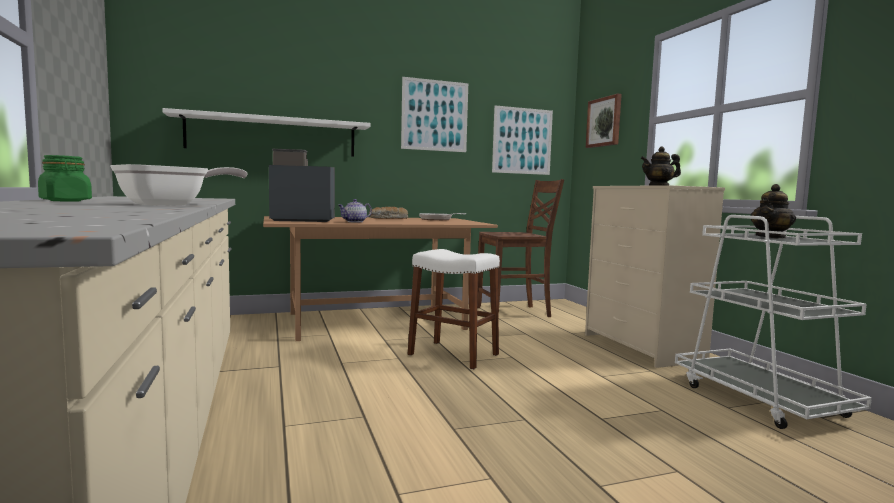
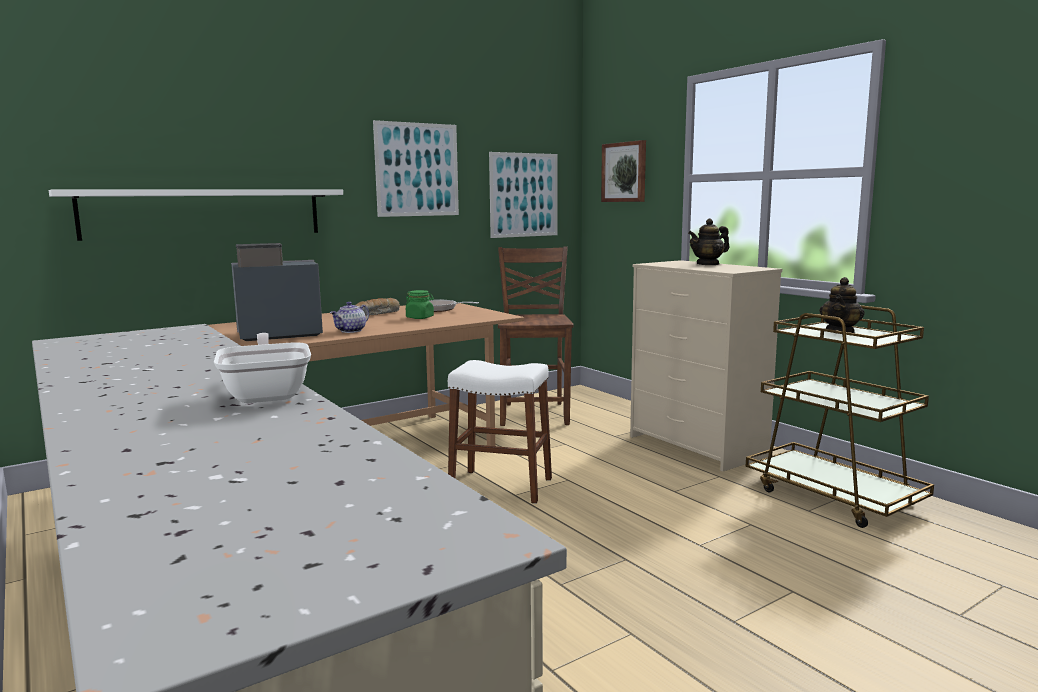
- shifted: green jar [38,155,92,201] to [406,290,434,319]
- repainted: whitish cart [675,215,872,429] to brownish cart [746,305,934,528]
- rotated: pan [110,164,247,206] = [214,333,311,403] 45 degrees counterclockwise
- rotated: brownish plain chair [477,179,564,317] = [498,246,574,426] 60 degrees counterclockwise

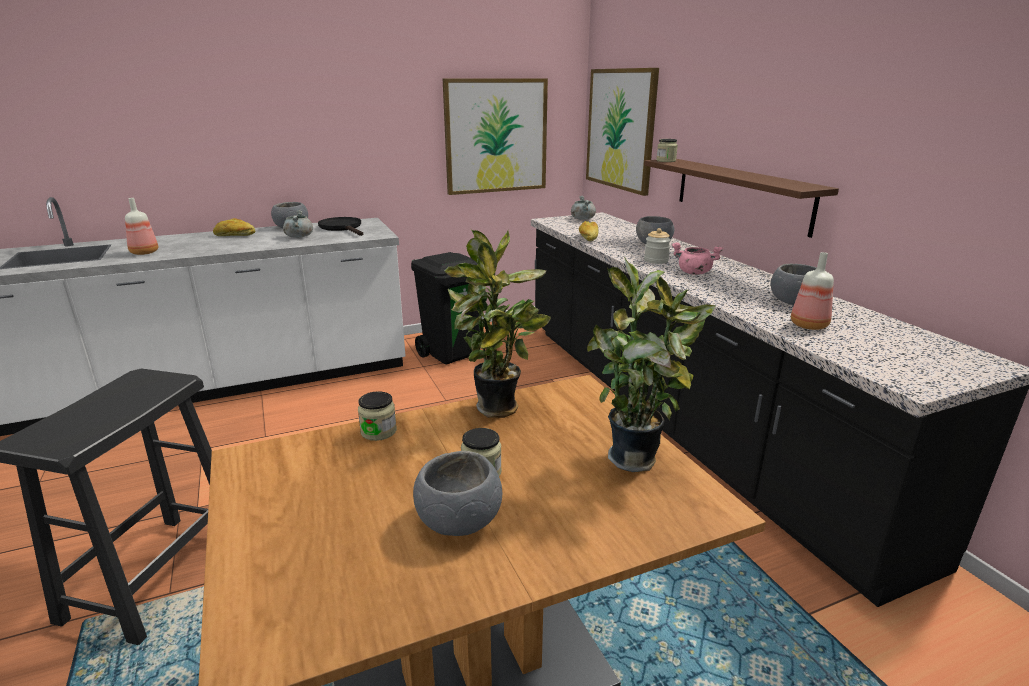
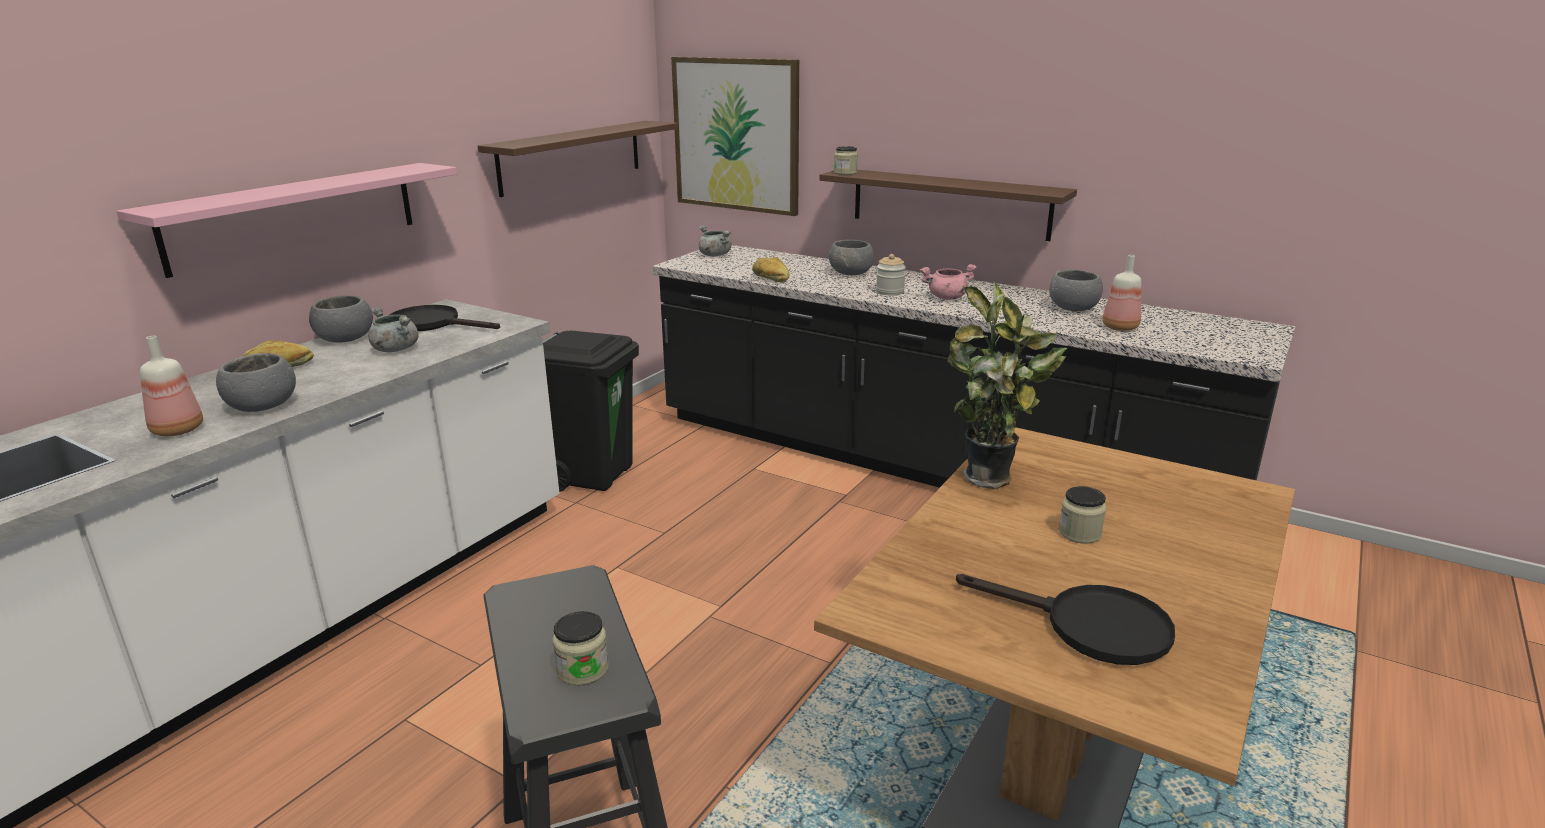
- gone: houseplant [587,257,716,472]
- new: pinkish bracket shelf [116,163,457,278]
- new: black-coloured pan [956,574,1175,665]
- shifted: jar [358,391,397,441] to [553,611,609,686]
- shifted: grey bowl [413,451,502,536] to [216,353,296,412]
- swapped: wall picture [443,78,548,195] to brownish bracket shelf [478,121,678,197]

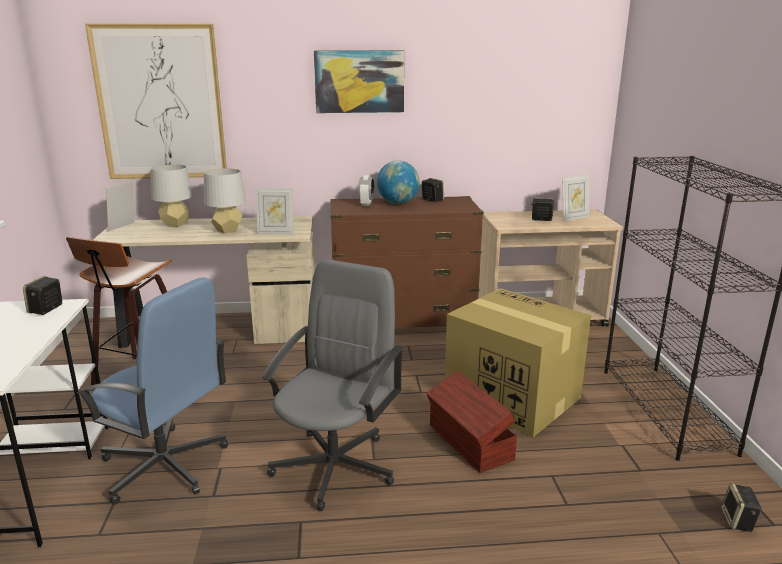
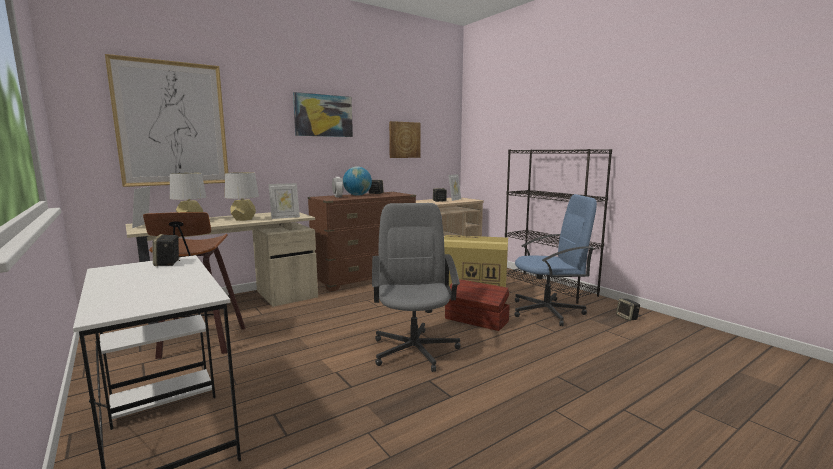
- new: wall picture [389,121,421,158]
- shifted: bluish office chair [76,277,228,505] to [515,194,597,326]

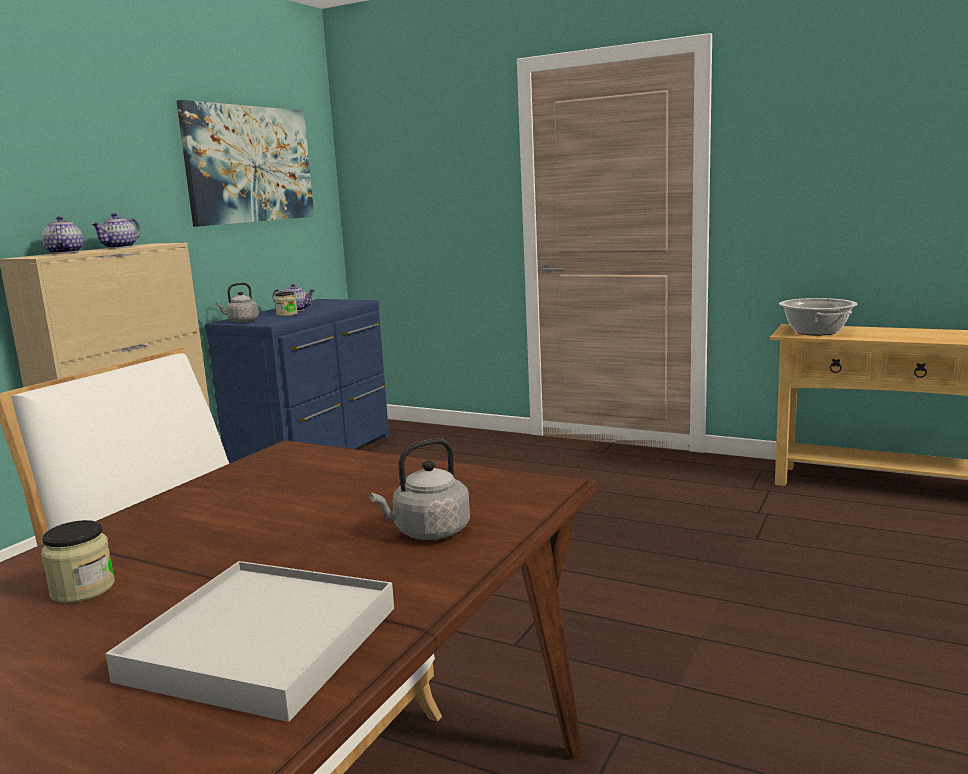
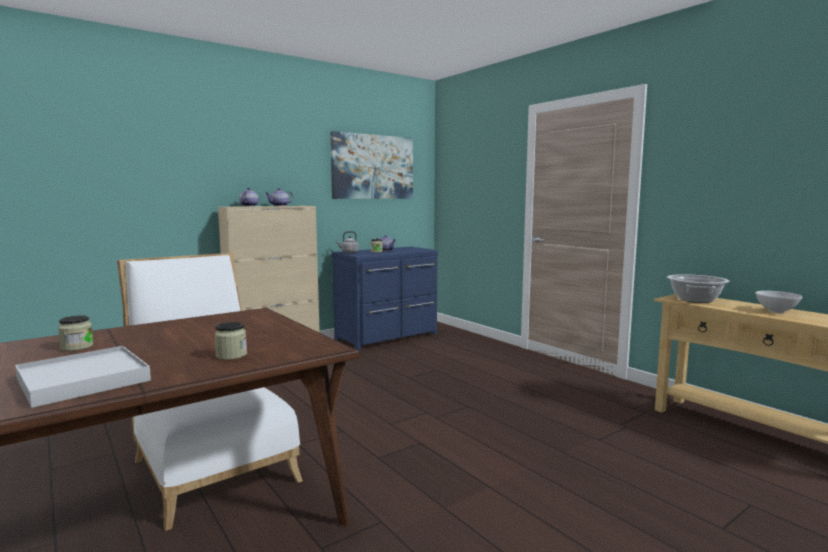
- new: whitish bowl [755,291,802,313]
- swapped: grey water kettle [369,438,470,540] to jar [214,322,247,360]

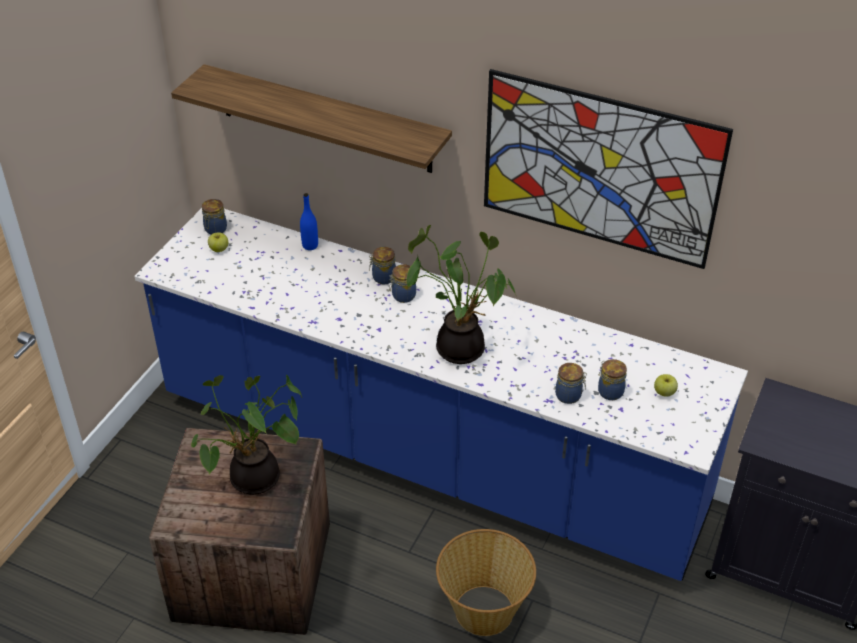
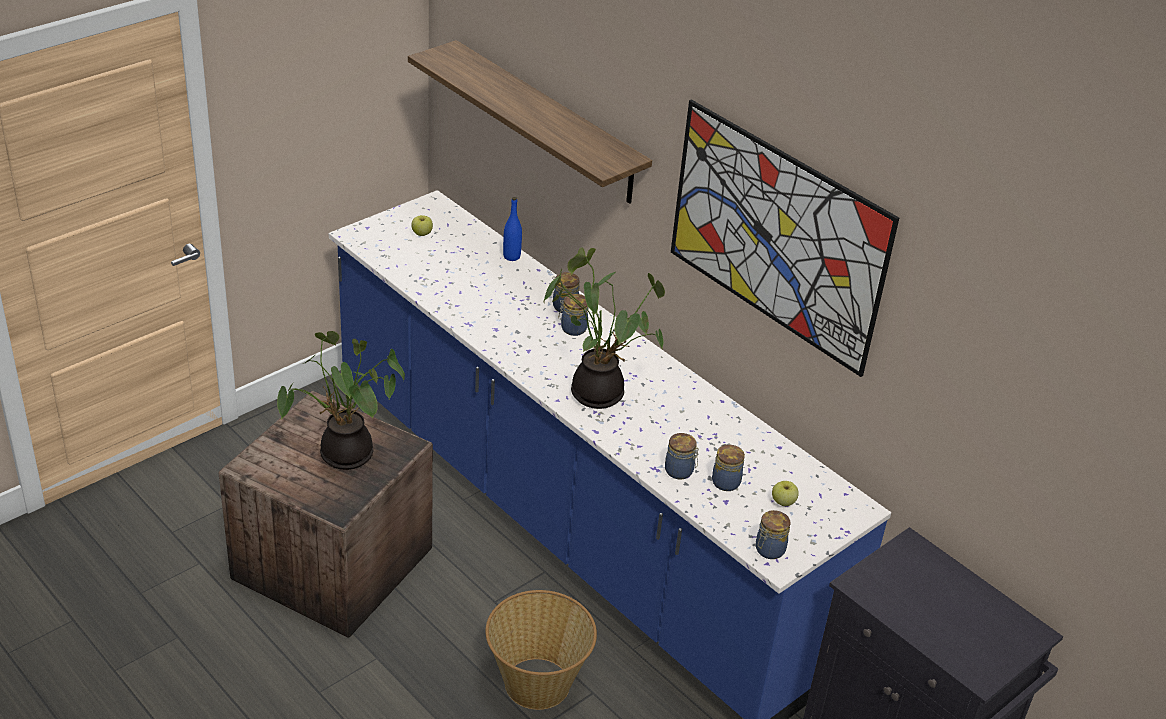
- shifted: jar [202,199,227,235] to [756,510,790,559]

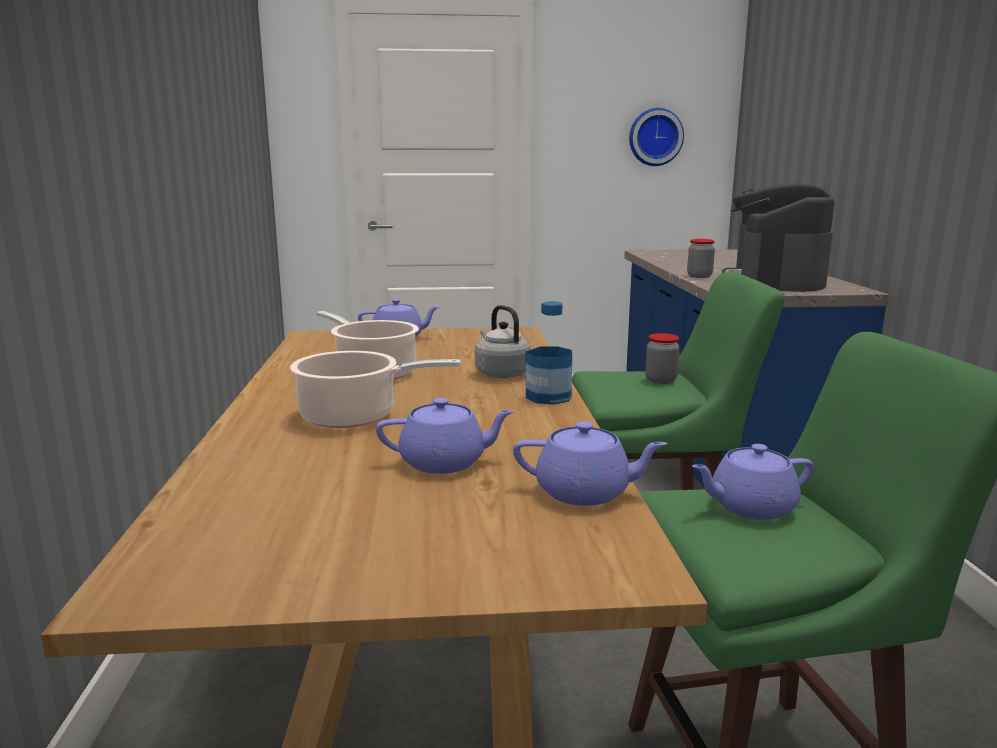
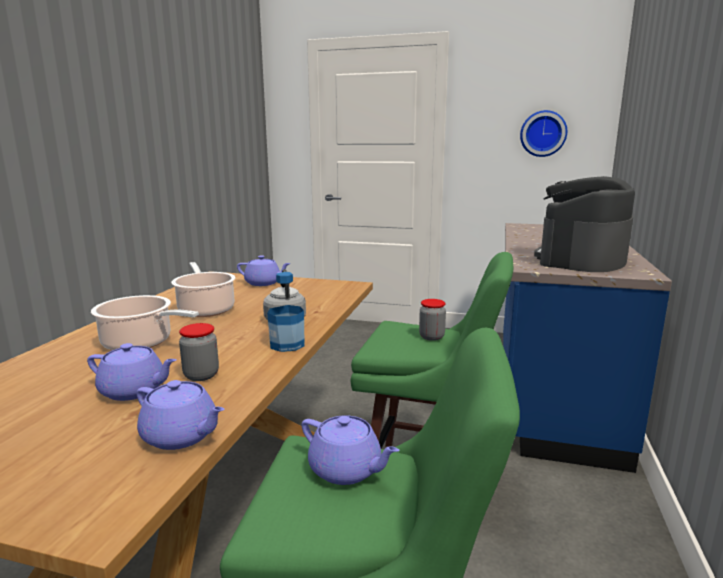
- shifted: jar [687,239,715,278] to [179,323,219,381]
- rotated: purplish teapot [692,444,814,520] = [302,415,399,485] 150 degrees counterclockwise

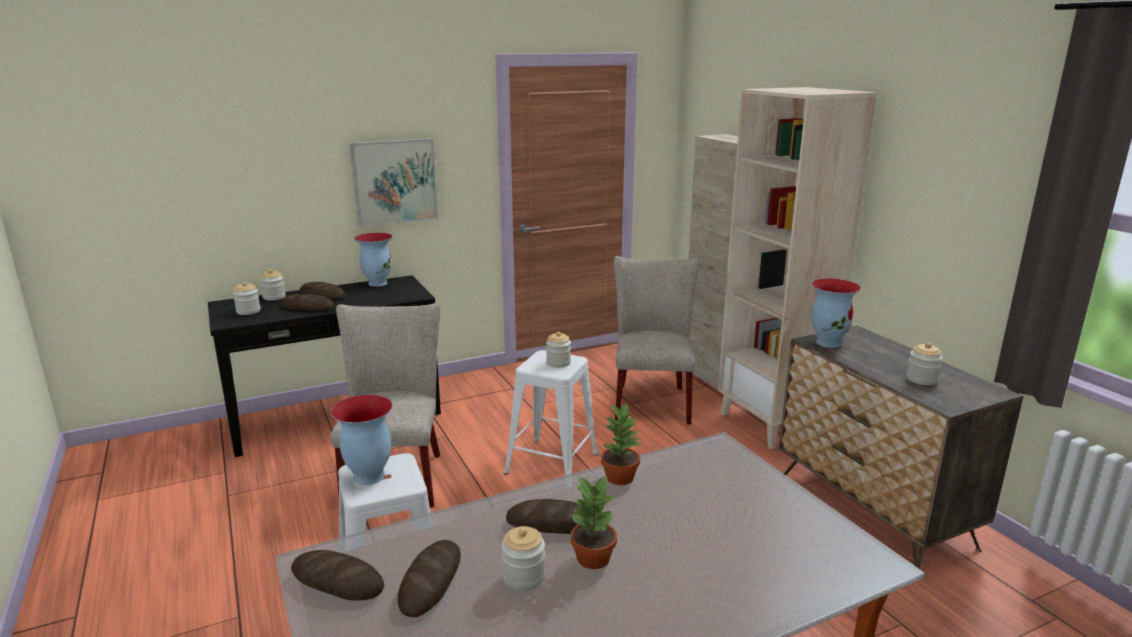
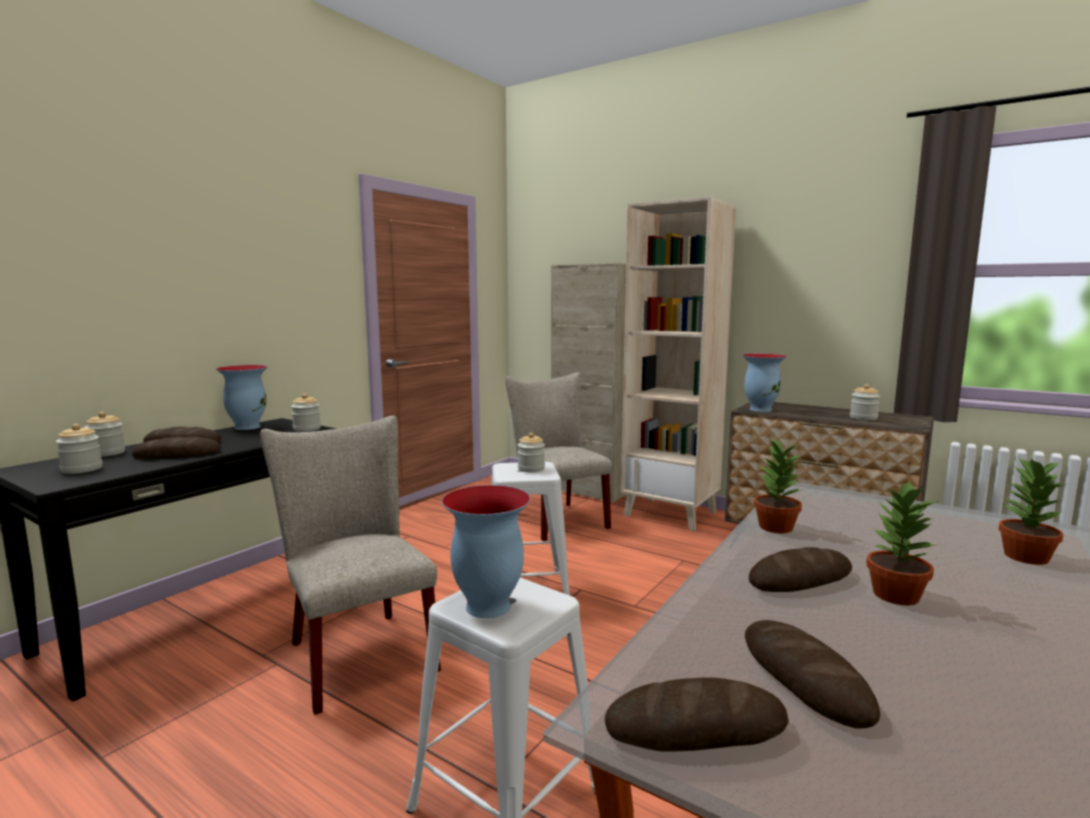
- gone: wall picture [350,138,439,227]
- new: houseplant [999,457,1069,565]
- shifted: jar [501,526,545,591] to [291,394,321,432]

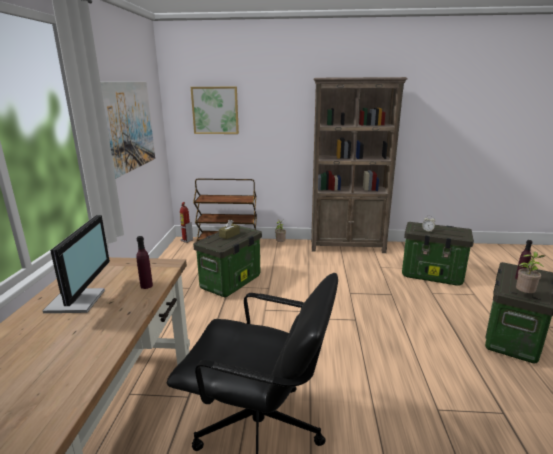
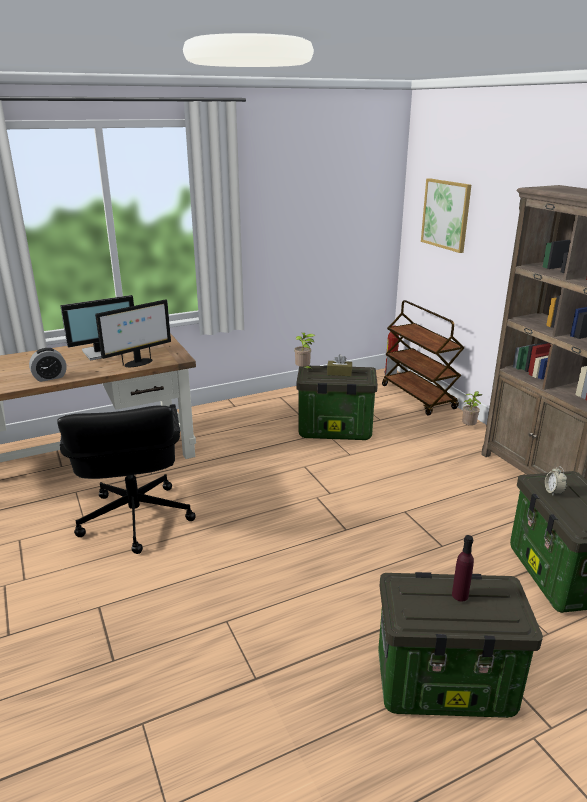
- gone: wall picture [100,82,155,179]
- new: table clock [29,348,67,382]
- shifted: houseplant [516,252,545,293] to [294,333,315,368]
- swapped: purplish drink bottle [136,236,153,289] to computer display [95,299,171,367]

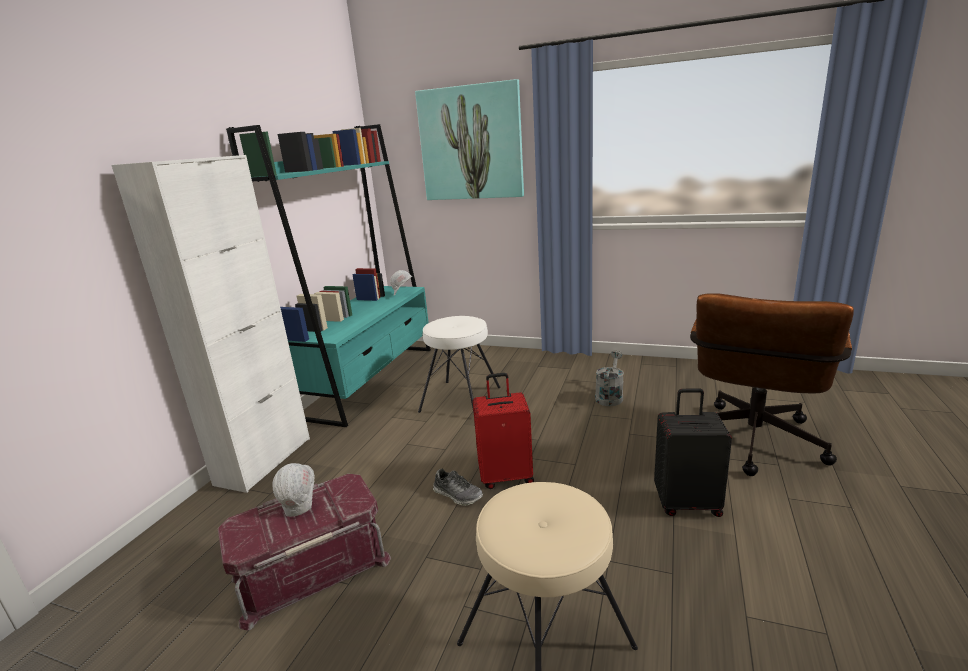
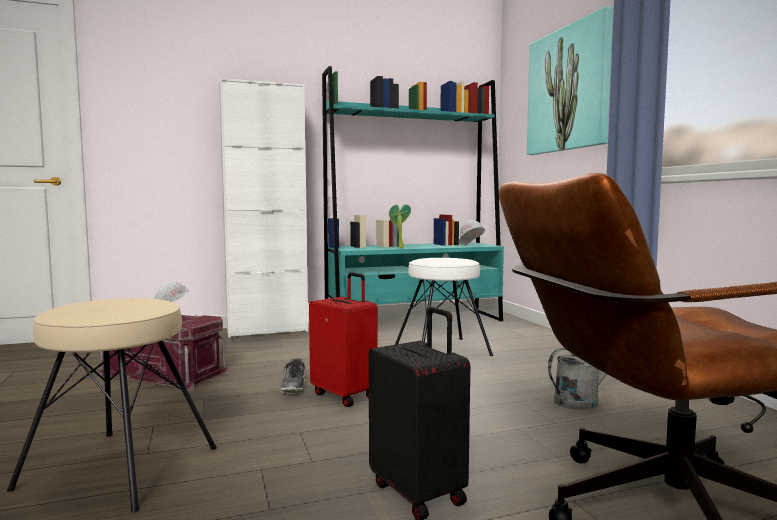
- new: houseplant [389,204,411,248]

